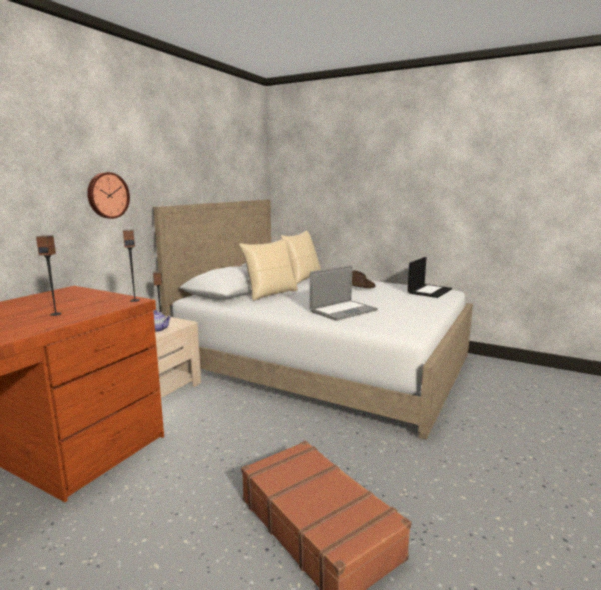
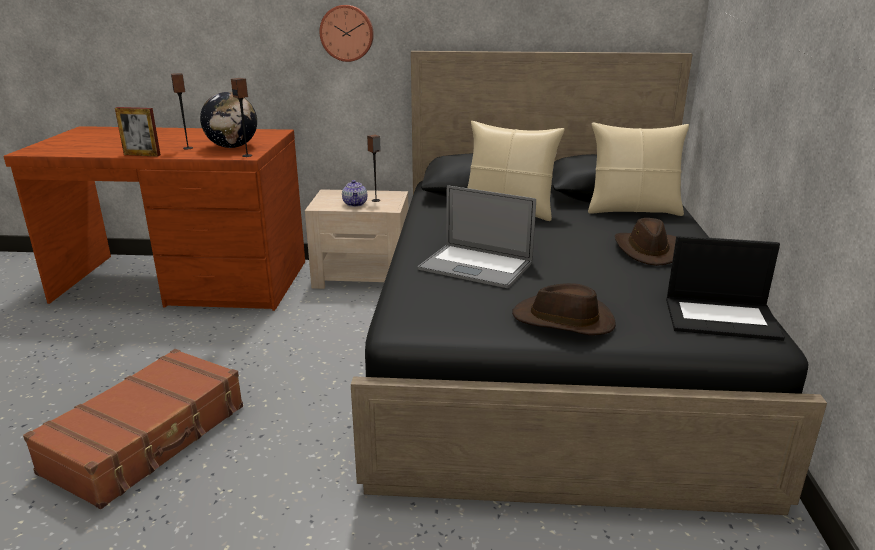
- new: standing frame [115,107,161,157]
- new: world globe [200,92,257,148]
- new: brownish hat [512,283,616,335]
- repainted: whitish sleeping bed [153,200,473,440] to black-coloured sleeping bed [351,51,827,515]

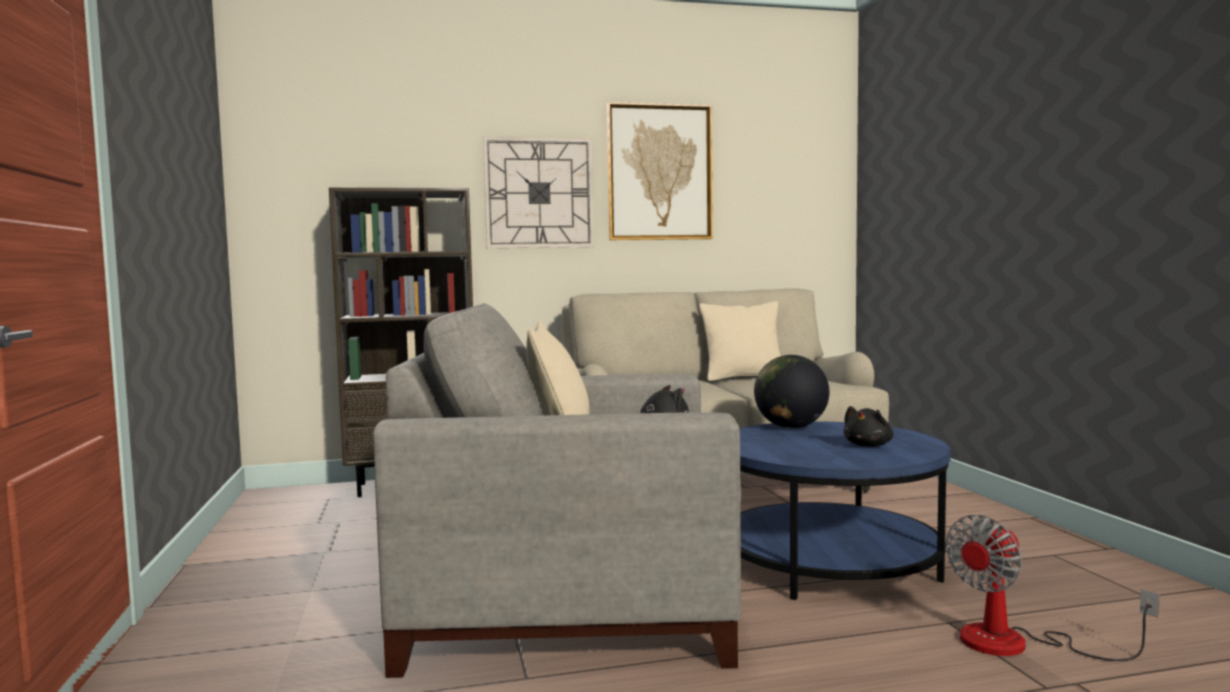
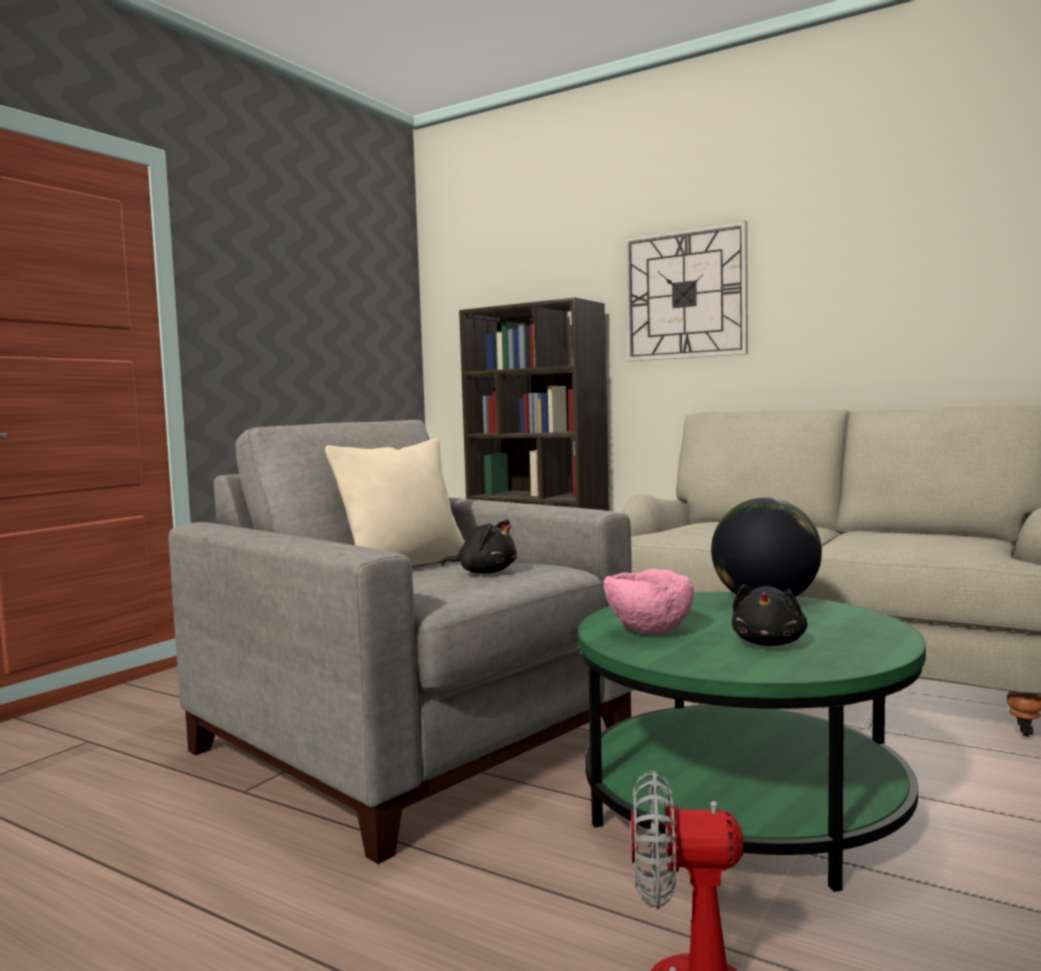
- gone: wall picture [607,102,713,240]
- gone: beige-coloured cushion [699,301,781,381]
- new: pinkish bowl [603,569,694,634]
- repainted: bluish low table [739,421,951,600] to green low table [578,592,926,892]
- rotated: black-coloured plush toy [844,406,893,447] = [732,584,807,646] 60 degrees counterclockwise

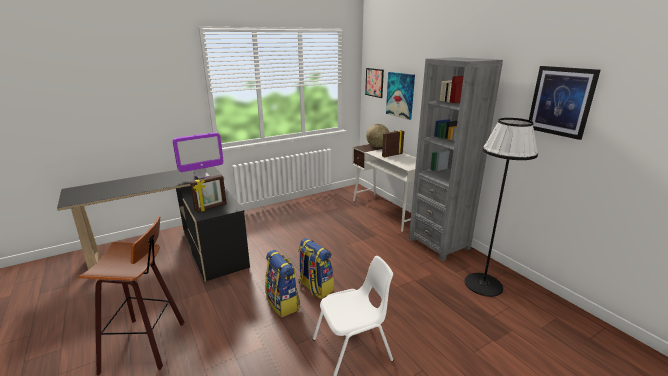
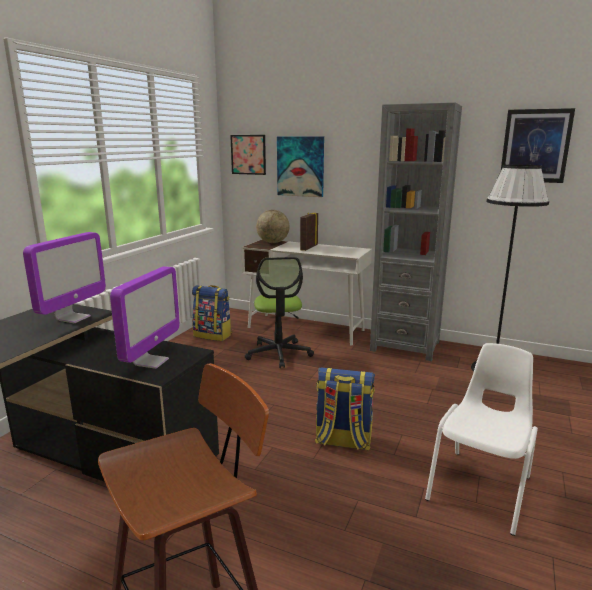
- new: office chair [245,257,314,368]
- shifted: rucksack [265,250,300,317] to [192,285,232,341]
- swapped: standing frame [190,175,227,212] to computer display [110,266,180,369]

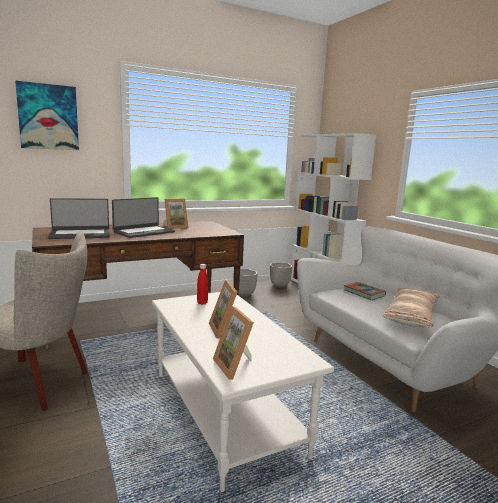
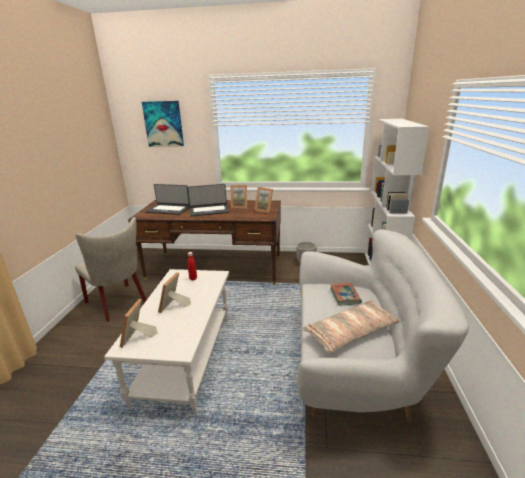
- gone: plant pot [270,262,292,287]
- new: standing frame [254,187,273,213]

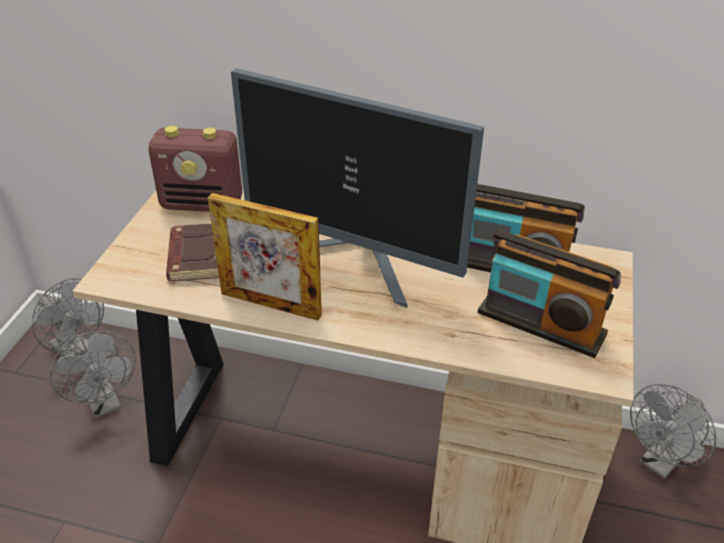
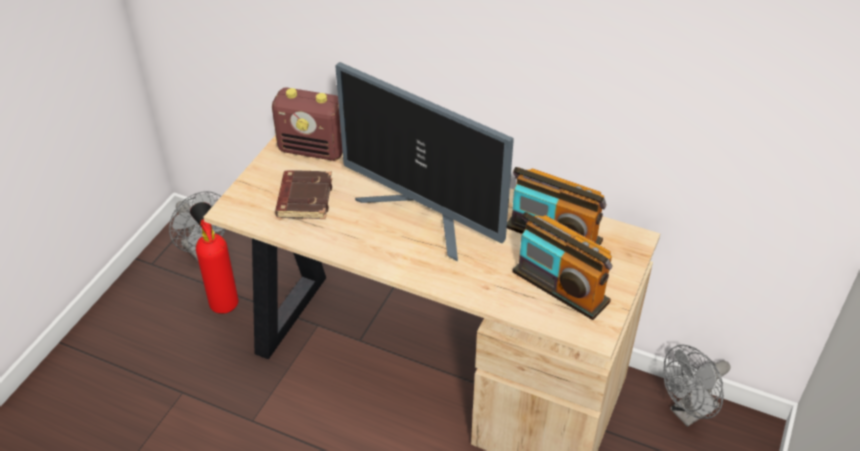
- gone: standing frame [208,193,322,320]
- swapped: grey cooling fan [50,331,136,418] to extinguisher [190,202,238,314]

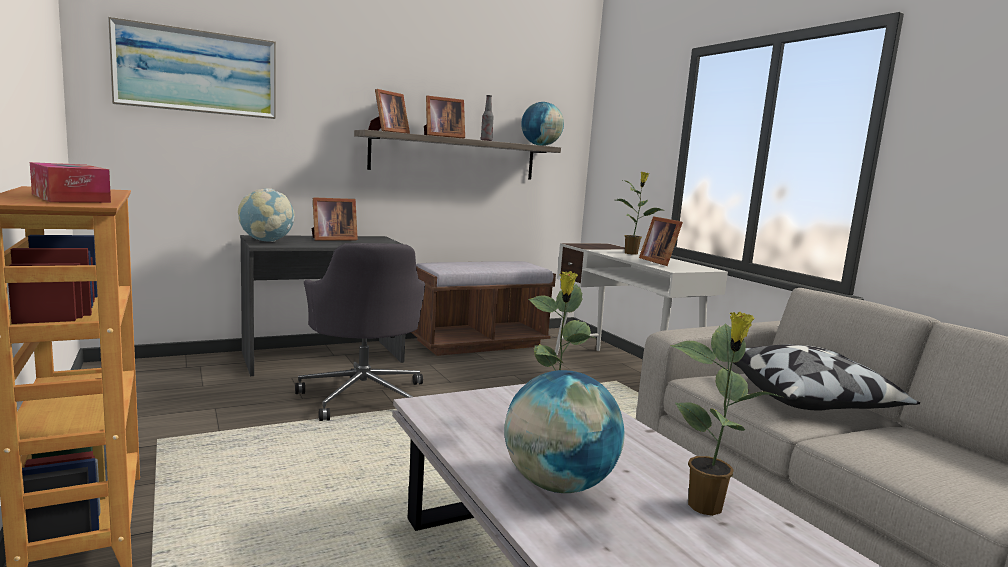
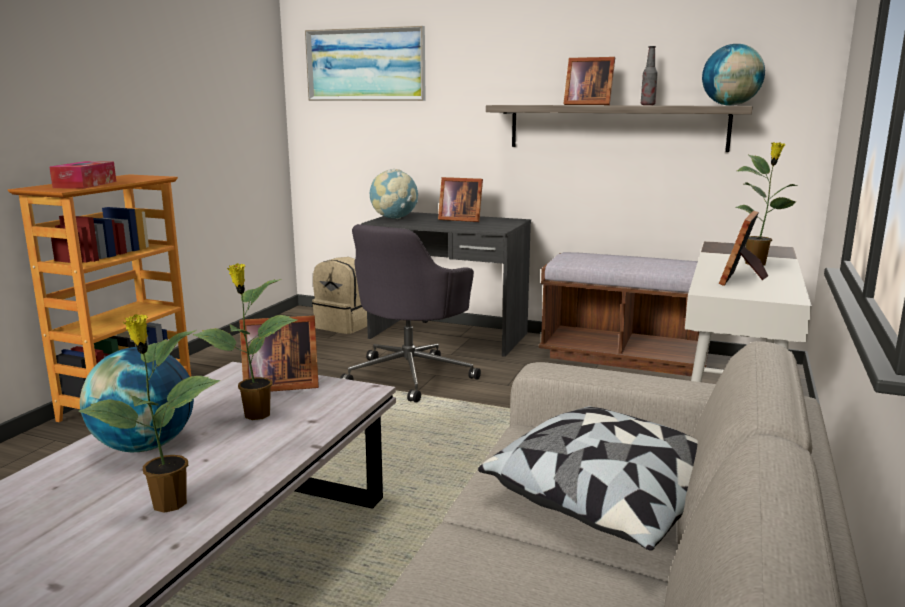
- new: beige-coloured rucksack [312,257,367,334]
- shifted: standing frame [368,89,410,134] to [239,315,319,392]

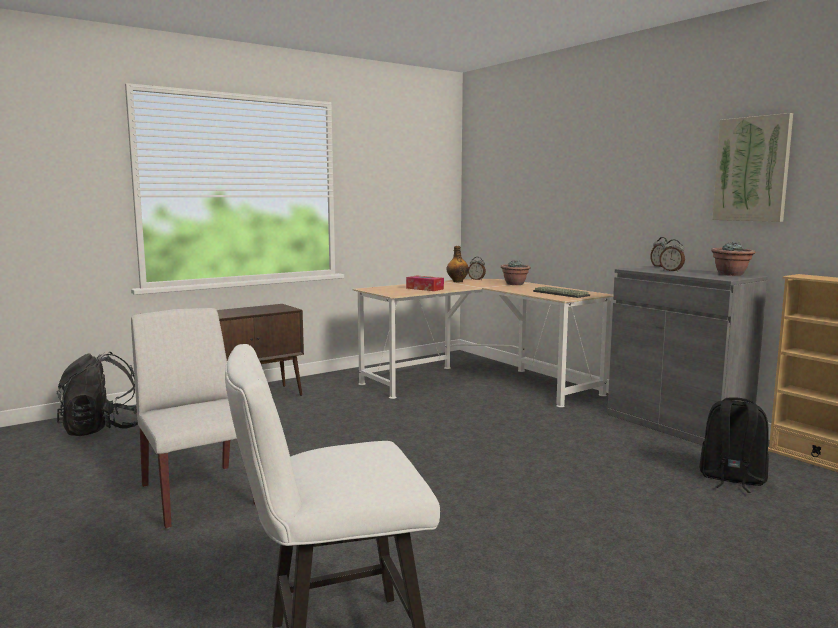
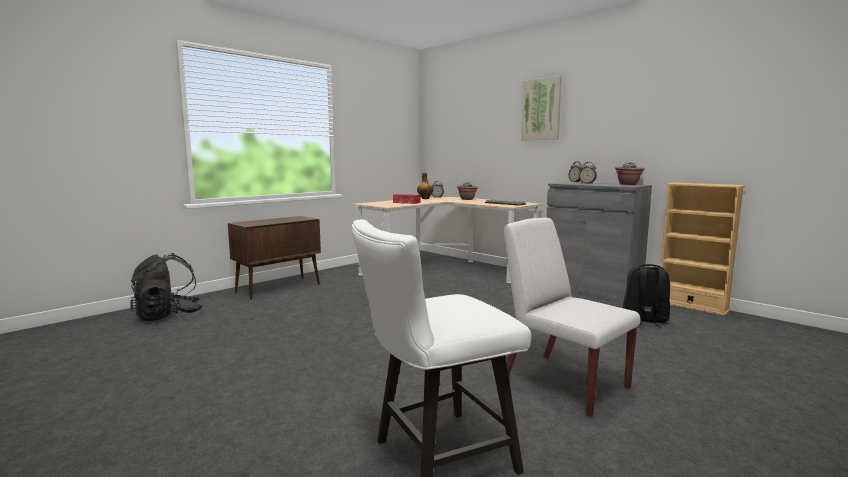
- shifted: whitish plain chair [131,308,255,529] to [504,218,640,417]
- shifted: wall picture [712,113,793,222] to [521,76,562,141]

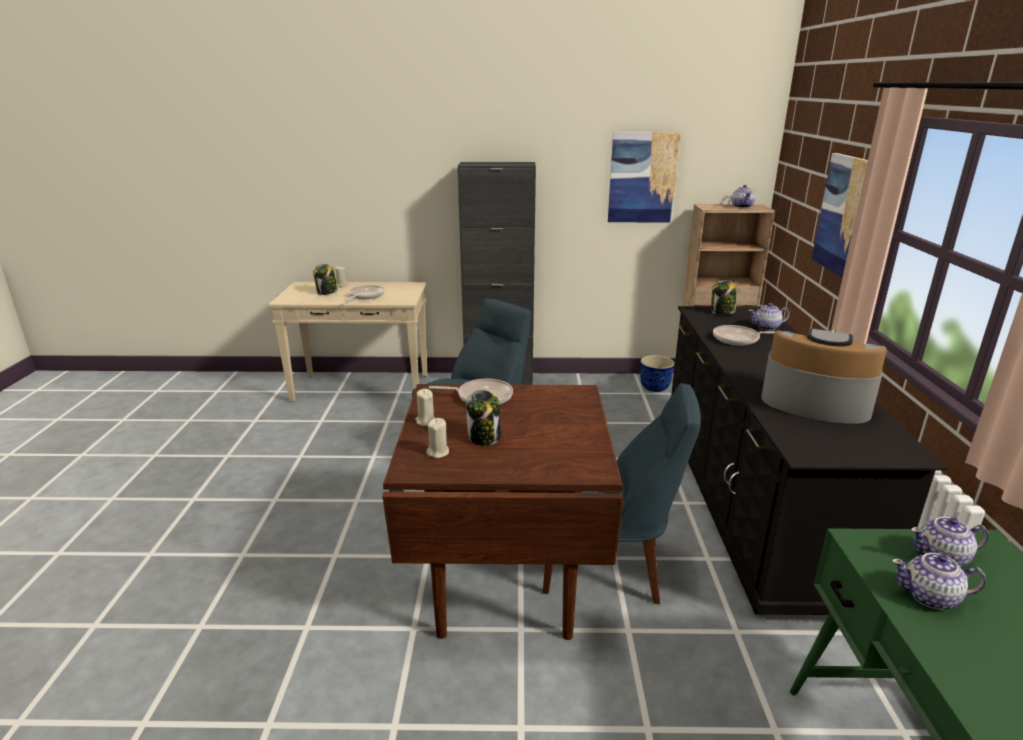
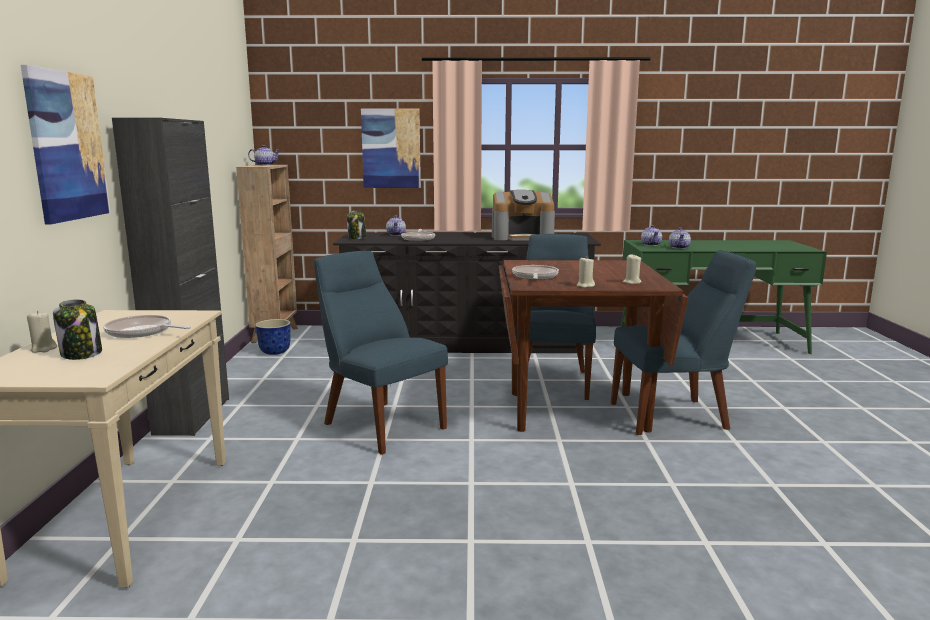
- gone: jar [466,390,501,446]
- new: bluish plain chair [611,250,756,435]
- shifted: wall picture [608,132,681,222] to [21,65,110,225]
- rotated: coffee brewer [761,328,887,424] = [492,190,555,241] 120 degrees counterclockwise

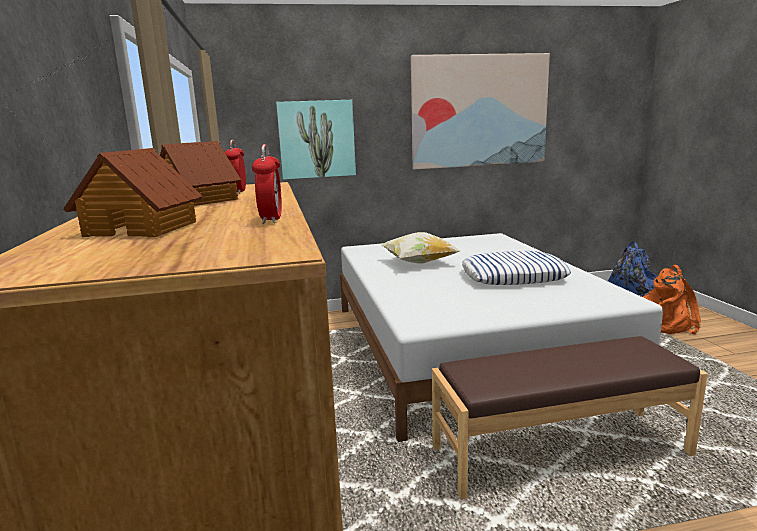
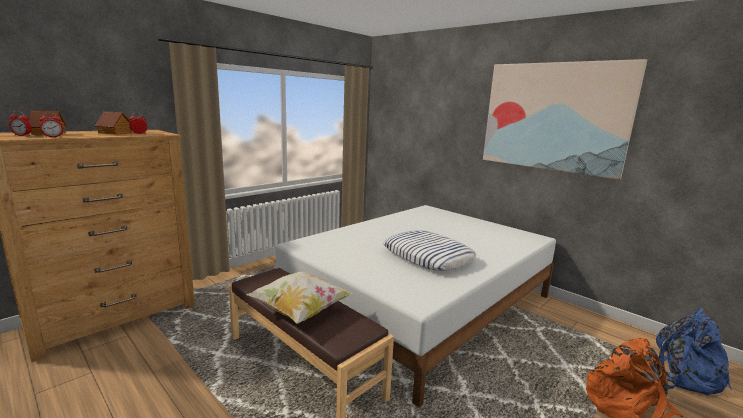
- gone: wall picture [276,100,356,179]
- new: table clock [9,111,32,136]
- shifted: cushion [382,232,460,263] to [246,271,353,324]

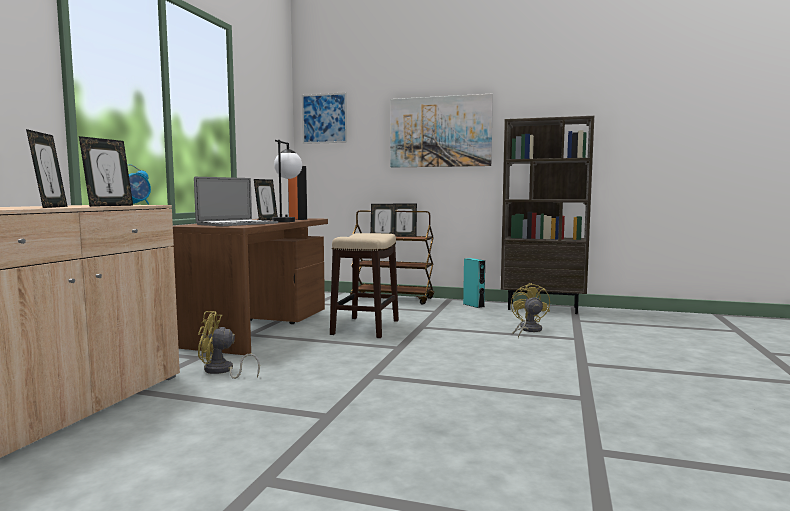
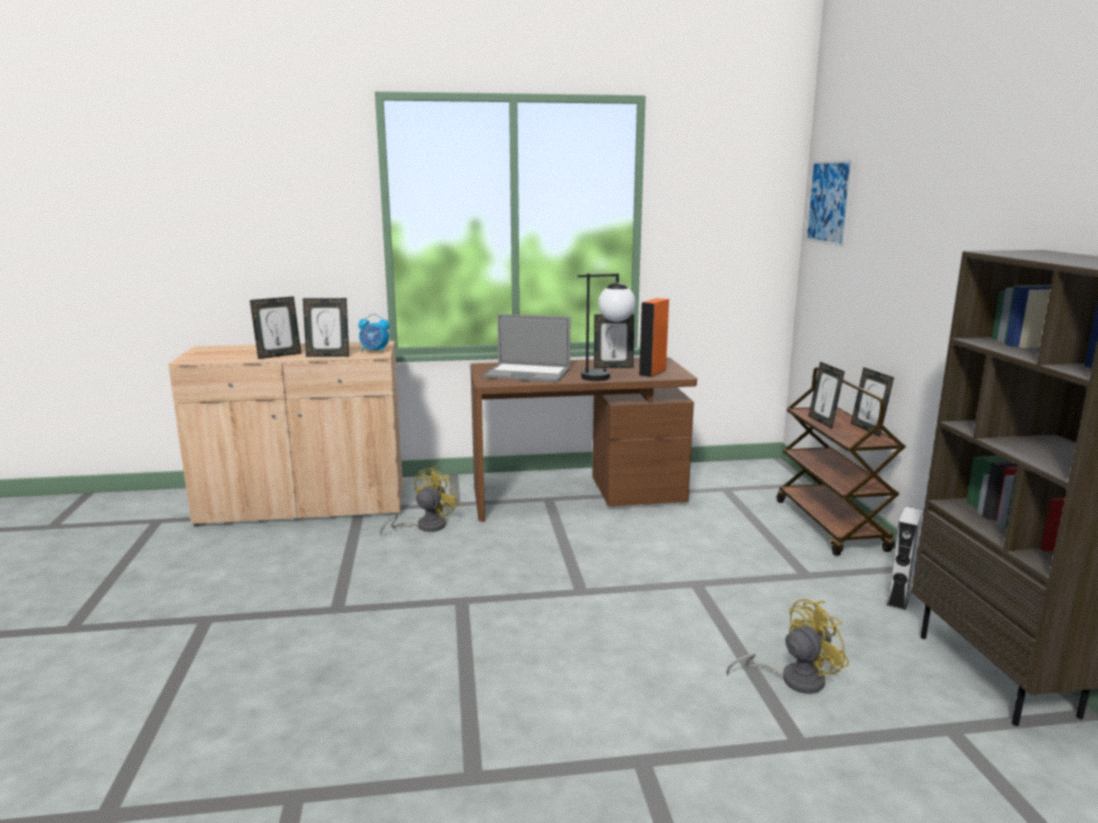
- gone: stool [330,233,399,338]
- gone: wall picture [390,94,493,167]
- repainted: turquoise speaker [463,258,485,308] to grey speaker [886,507,923,610]
- rotated: yellowish cooling fan [198,311,260,379] = [380,466,459,537] 60 degrees clockwise

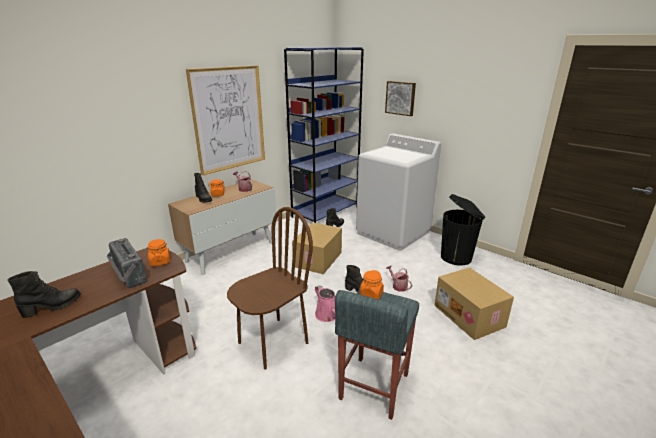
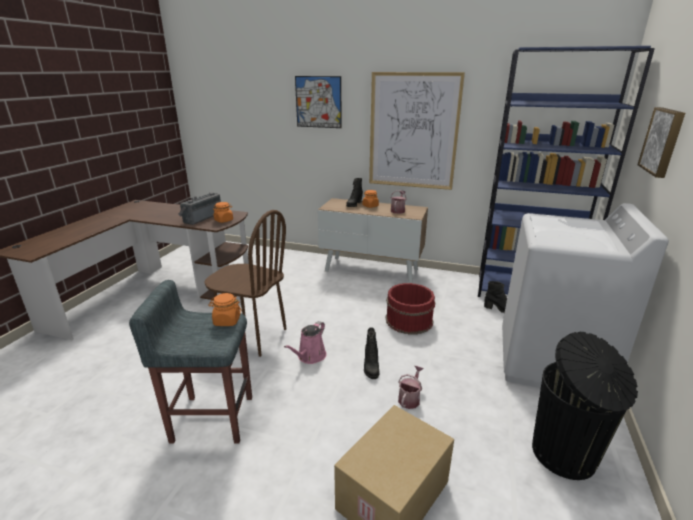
- gone: black-coloured tall boot [7,271,80,318]
- new: wall picture [295,76,342,128]
- swapped: cardboard box [292,222,342,274] to red water bucket [386,283,435,335]

